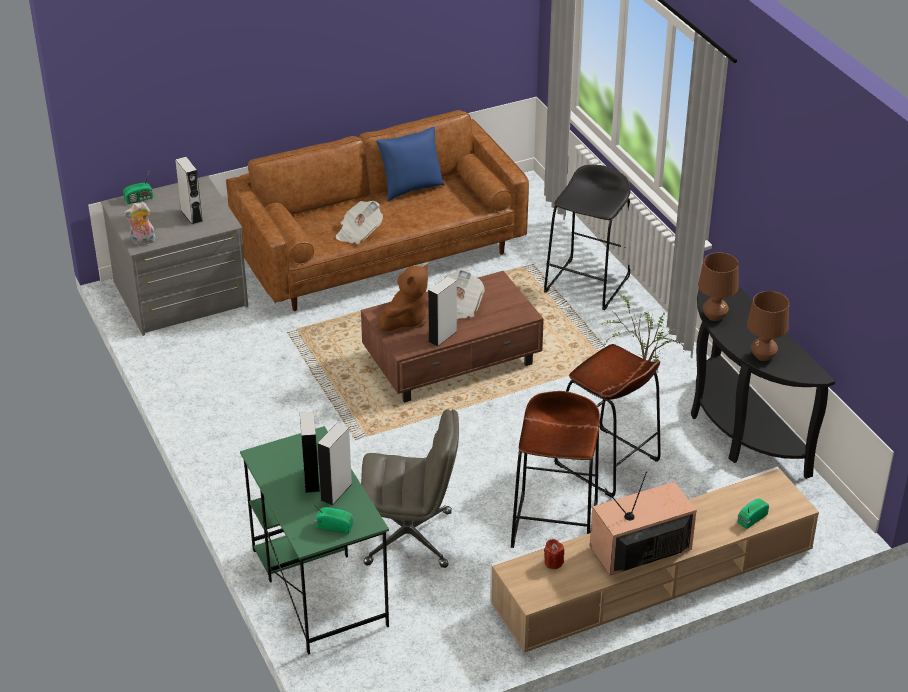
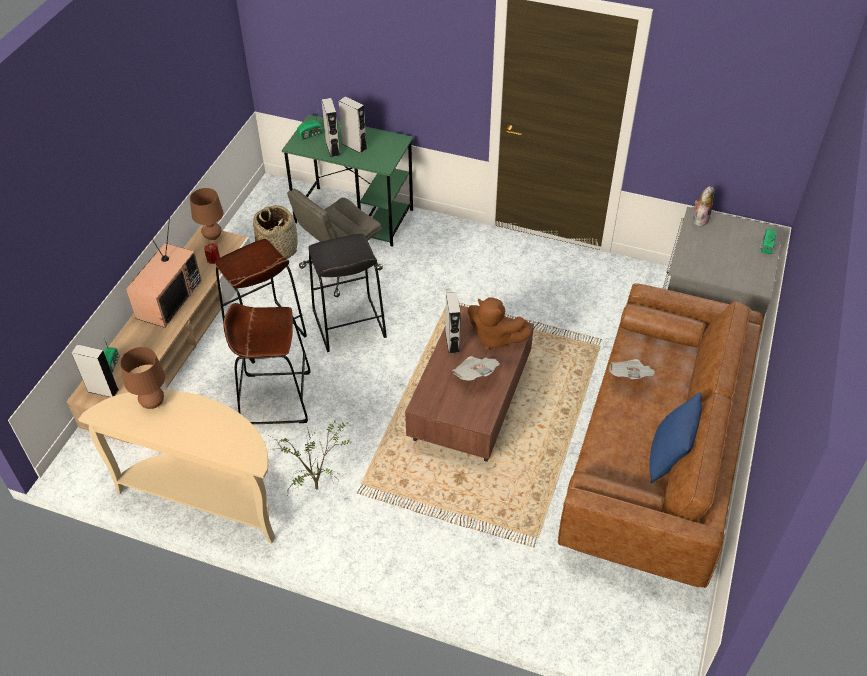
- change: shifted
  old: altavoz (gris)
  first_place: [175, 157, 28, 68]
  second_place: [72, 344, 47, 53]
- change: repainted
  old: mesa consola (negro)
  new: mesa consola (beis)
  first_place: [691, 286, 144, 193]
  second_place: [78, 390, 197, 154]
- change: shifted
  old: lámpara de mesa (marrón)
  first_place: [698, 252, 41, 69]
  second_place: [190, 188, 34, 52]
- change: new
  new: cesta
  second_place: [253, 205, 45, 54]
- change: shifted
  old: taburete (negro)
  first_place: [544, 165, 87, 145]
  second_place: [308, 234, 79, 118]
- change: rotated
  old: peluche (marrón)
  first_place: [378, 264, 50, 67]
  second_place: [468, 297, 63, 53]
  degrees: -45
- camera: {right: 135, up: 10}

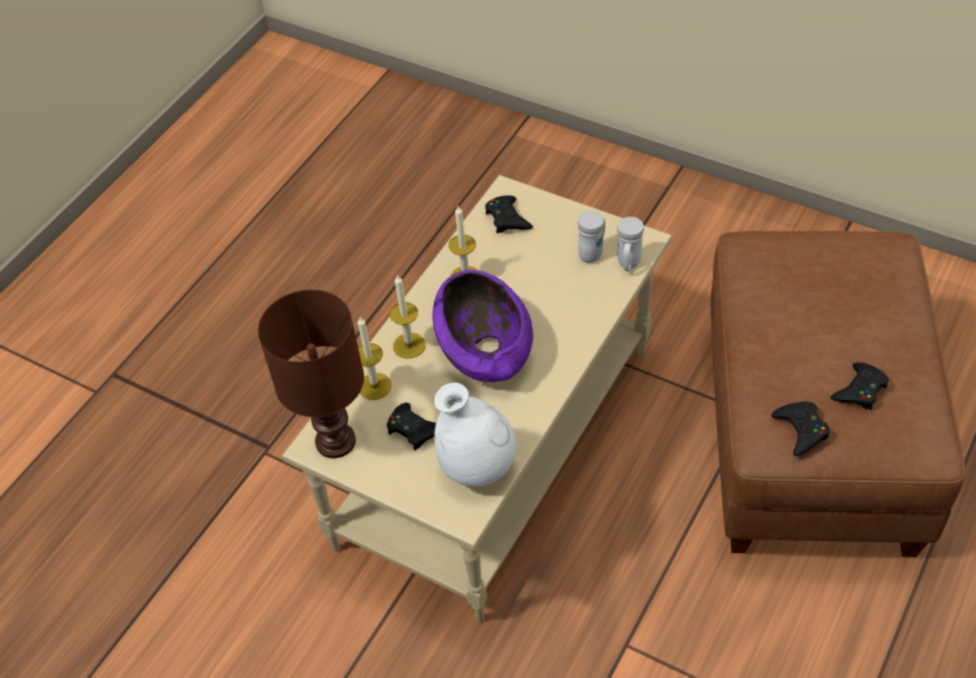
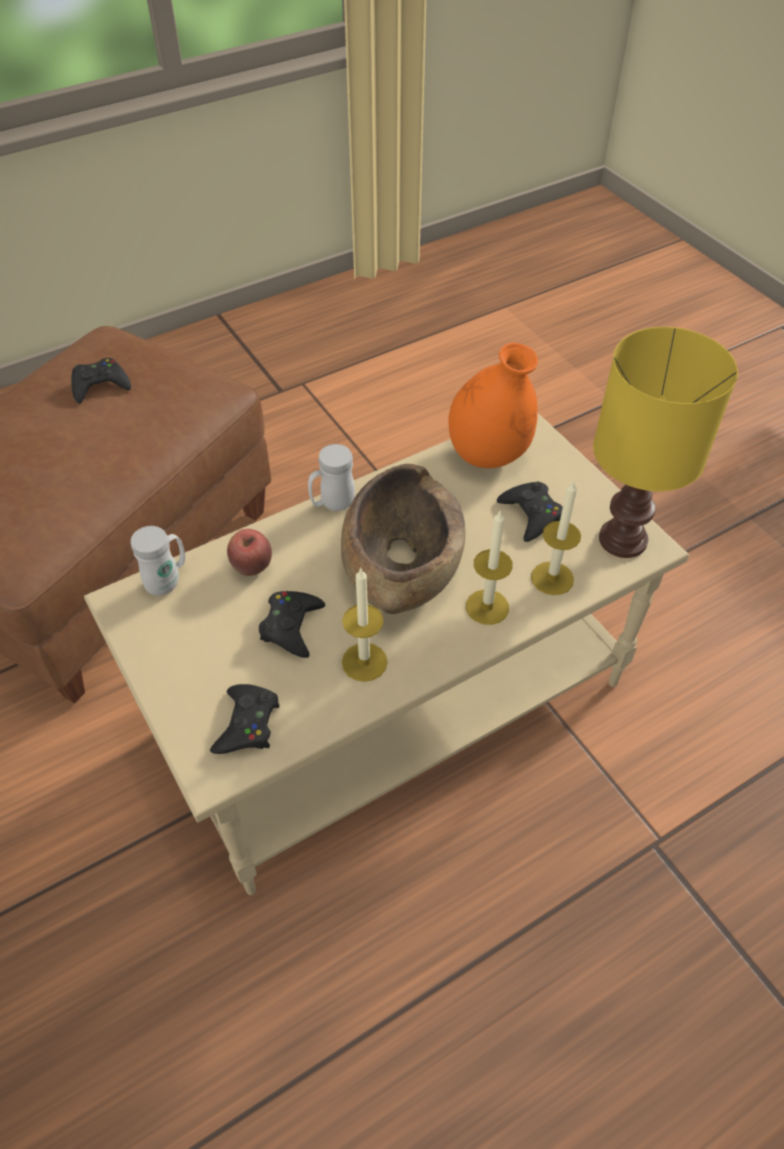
- change: new
  new: manzana
  second_place: [227, 529, 45, 47]
- change: shifted
  old: mando de consola (negro)
  first_place: [772, 402, 58, 54]
  second_place: [259, 591, 66, 67]
- change: shifted
  old: taza grande (blanco)
  first_place: [577, 211, 28, 52]
  second_place: [308, 444, 47, 67]
- change: repainted
  old: cuenco (morado)
  new: cuenco (marrón)
  first_place: [432, 270, 101, 112]
  second_place: [341, 464, 125, 150]
- change: repainted
  old: florero (blanco)
  new: florero (naranja)
  first_place: [434, 383, 82, 104]
  second_place: [449, 342, 89, 126]
- change: repainted
  old: lámpara de mesa (marrón)
  new: lámpara de mesa (amarillo)
  first_place: [258, 289, 106, 169]
  second_place: [593, 327, 145, 231]
- camera: {right: -155, up: 0}

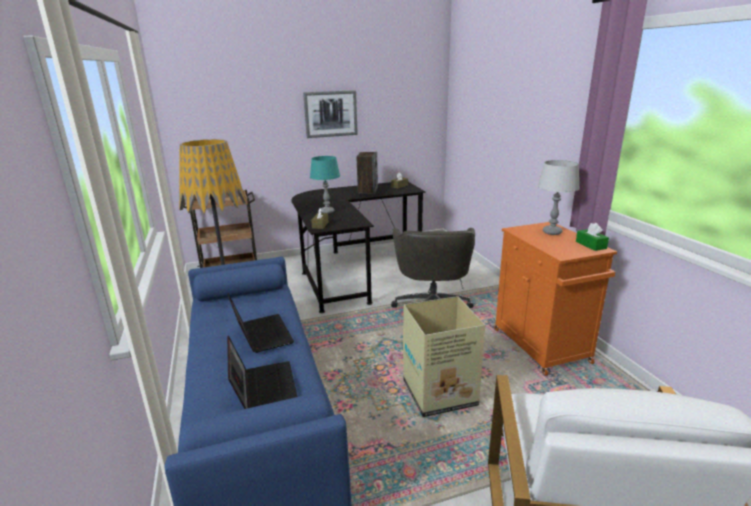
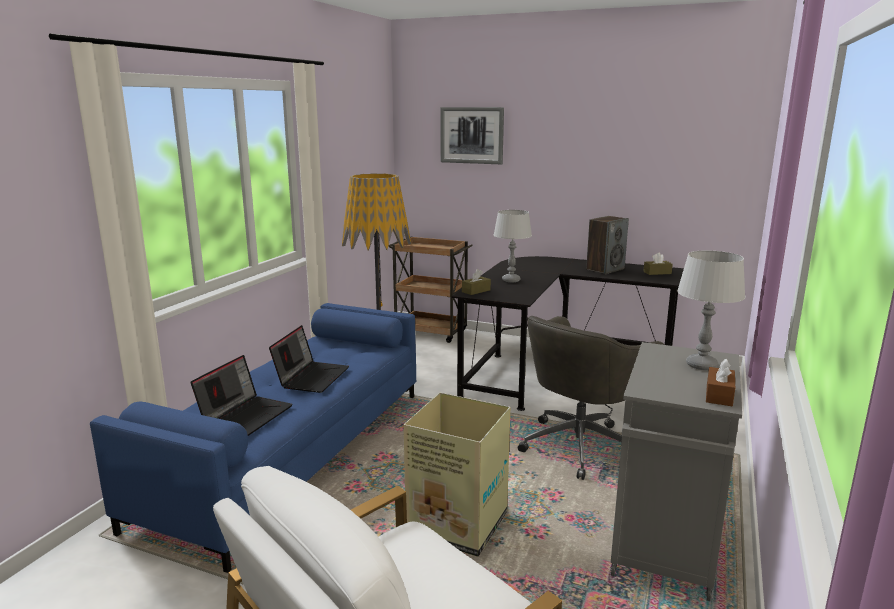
- change: shifted
  old: cuadro
  first_place: [303, 90, 55, 48]
  second_place: [440, 107, 64, 57]
- change: repainted
  old: lámpara de mesa (turquesa)
  new: lámpara de mesa (gris)
  first_place: [310, 156, 30, 58]
  second_place: [494, 210, 38, 72]
- change: repainted
  old: armario (naranja)
  new: armario (gris)
  first_place: [494, 222, 123, 154]
  second_place: [610, 342, 132, 259]
- change: repainted
  old: caja de pañuelos (verde)
  new: caja de pañuelos (marrón)
  first_place: [576, 223, 33, 28]
  second_place: [706, 359, 29, 47]
- camera: {right: 40, up: -5}

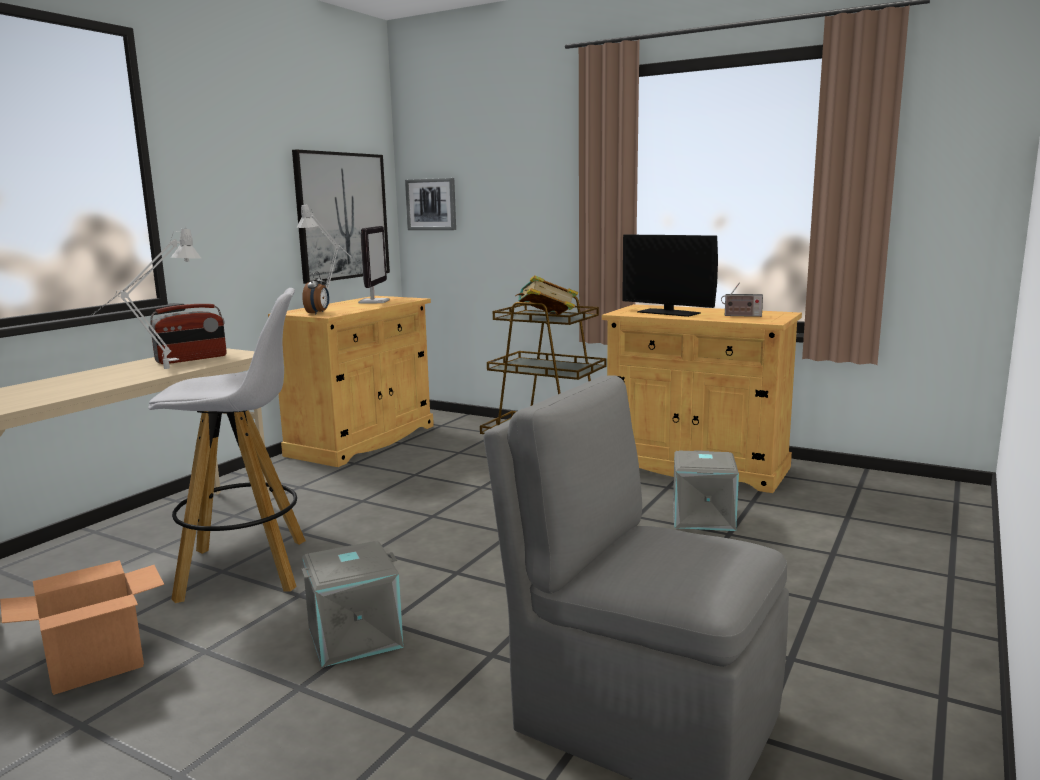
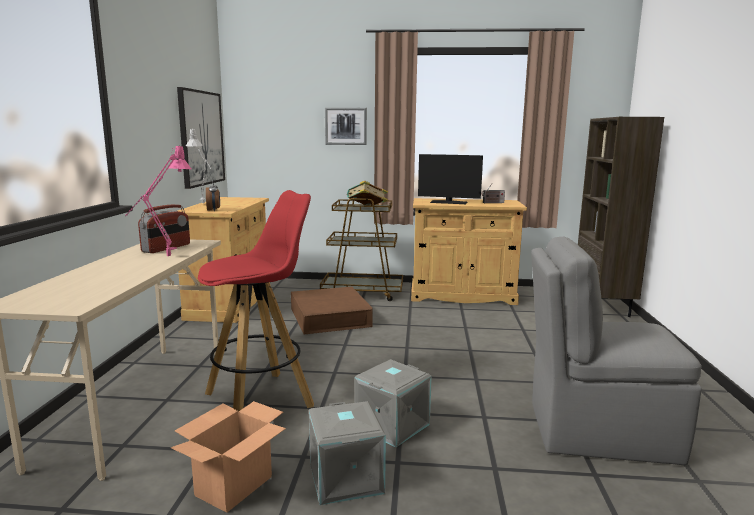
- change: repainted
  old: lámpara de mesa (gris)
  new: lámpara de mesa (rosa)
  first_place: [90, 226, 112, 143]
  second_place: [125, 146, 66, 110]
- change: repainted
  old: taburete (blanco)
  new: taburete (rojo)
  first_place: [148, 288, 158, 315]
  second_place: [198, 190, 116, 222]
- change: new
  new: caja de almacenaje (marrón)
  second_place: [291, 287, 82, 47]
- change: shifted
  old: caja de almacenaje (gris)
  first_place: [673, 450, 66, 81]
  second_place: [309, 401, 77, 104]
- change: shifted
  old: cuadro
  first_place: [405, 178, 51, 52]
  second_place: [325, 107, 42, 38]
- change: new
  new: estantería (marrón)
  second_place: [578, 117, 86, 200]
- change: gone
  old: monitor
  first_place: [358, 226, 31, 78]
- camera: {right: -25, up: 0}

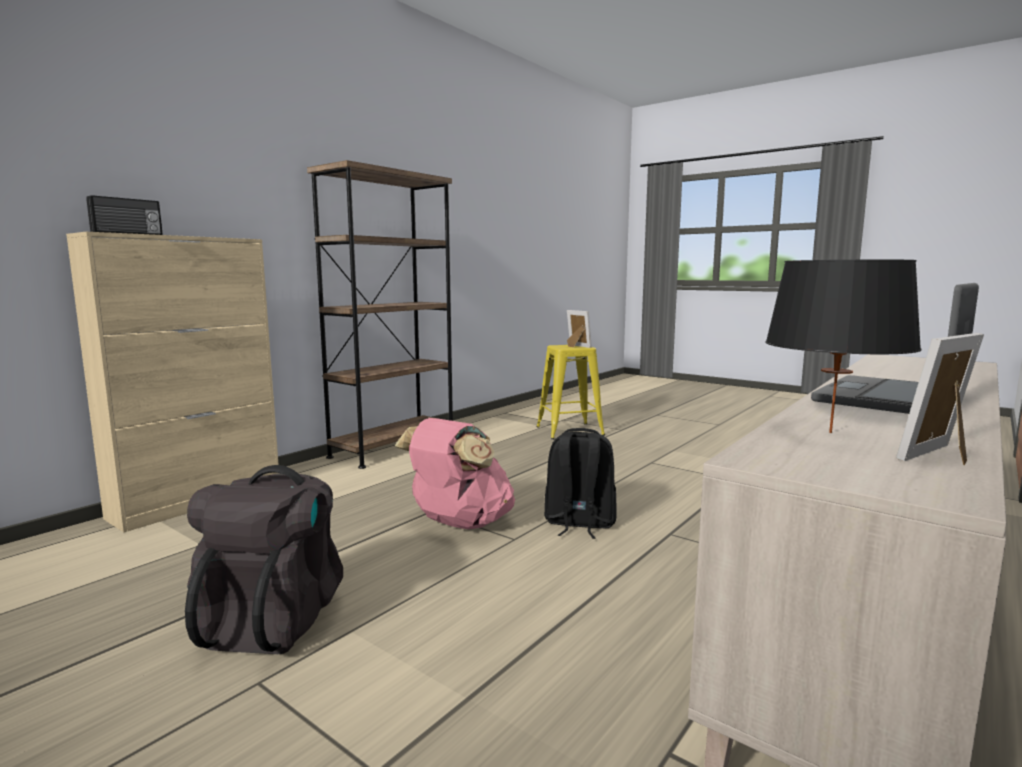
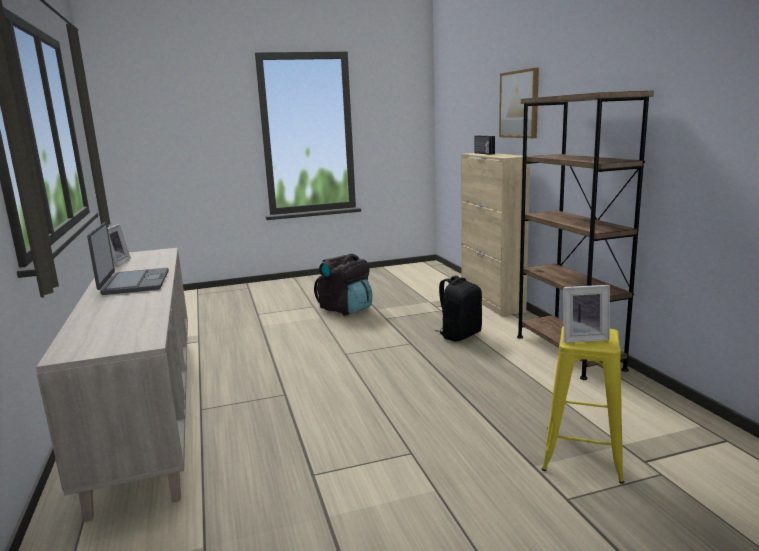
- change: shifted
  old: mochila (negro)
  first_place: [544, 428, 73, 111]
  second_place: [435, 275, 47, 66]
- change: new
  new: cuadro
  second_place: [499, 68, 40, 70]
- change: gone
  old: mochila (rosa)
  first_place: [395, 418, 120, 111]
- change: gone
  old: lámpara de mesa (negro)
  first_place: [765, 260, 157, 173]
- camera: {right: 125, up: 5}

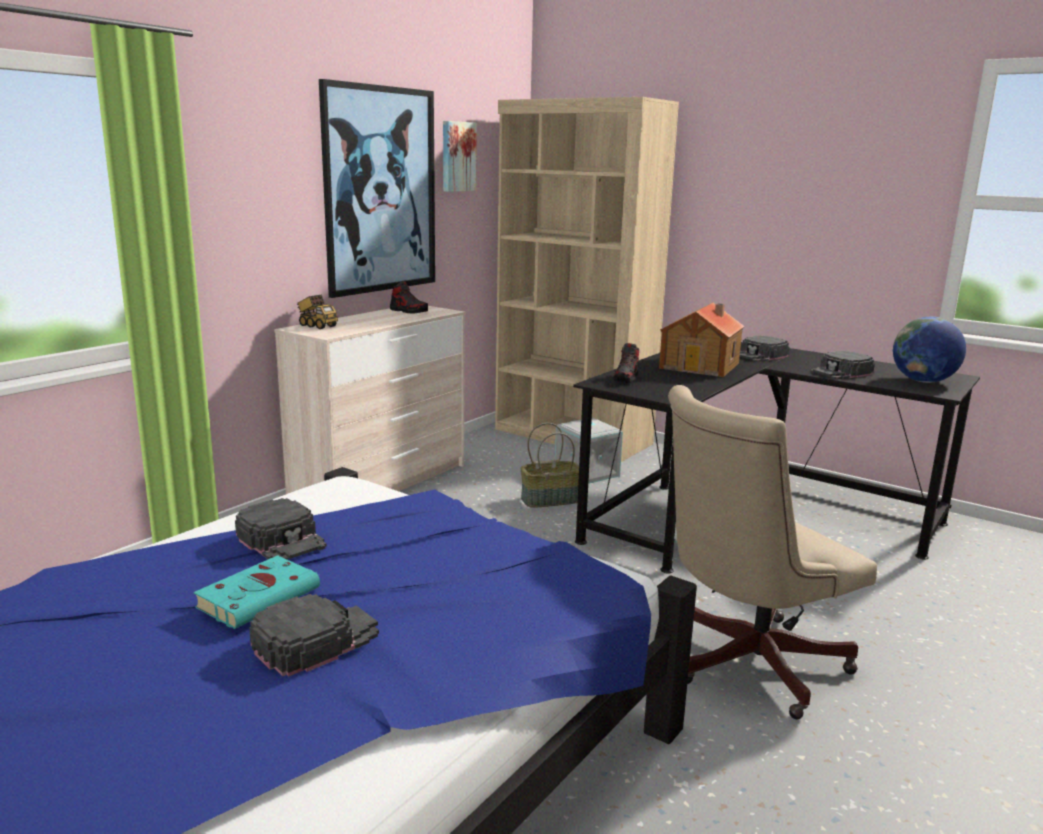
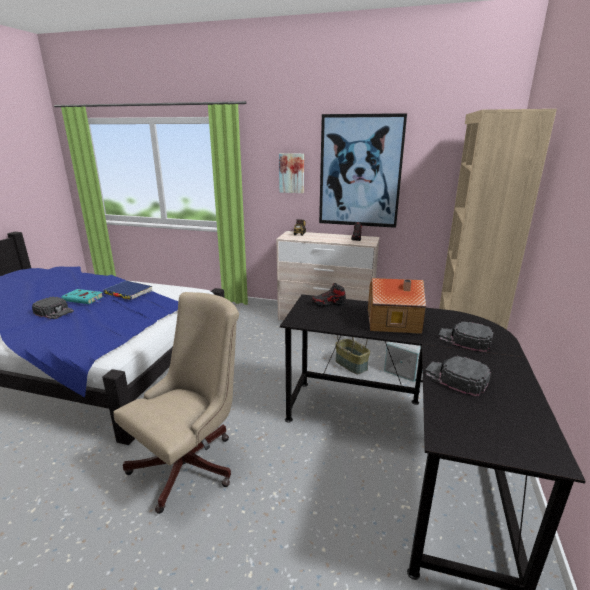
- change: swapped
  old: gorra (negro)
  new: libro (azul)
  first_place: [235, 498, 92, 62]
  second_place: [103, 281, 49, 19]
- change: rotated
  old: silla de oficina (beis)
  first_place: [668, 385, 209, 334]
  second_place: [113, 292, 126, 222]
  degrees: 90
- change: shifted
  old: cuadro
  first_place: [443, 121, 34, 71]
  second_place: [279, 153, 25, 40]
- change: gone
  old: globo terráqueo
  first_place: [893, 317, 73, 66]
- camera: {right: 70, up: 5}

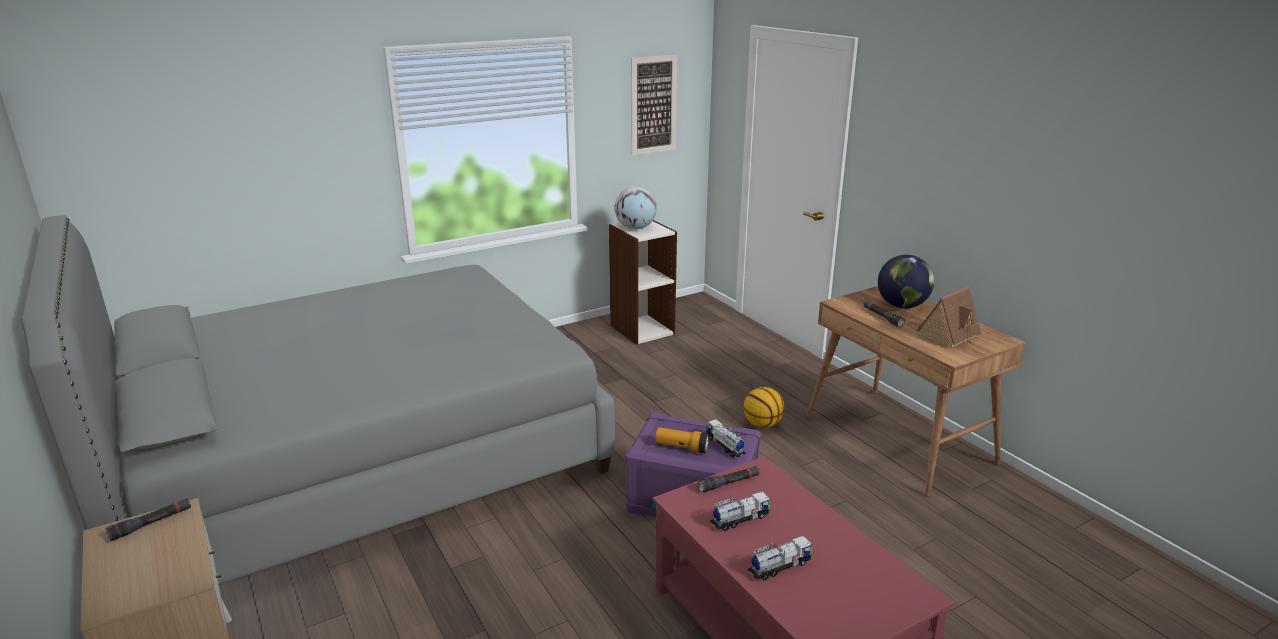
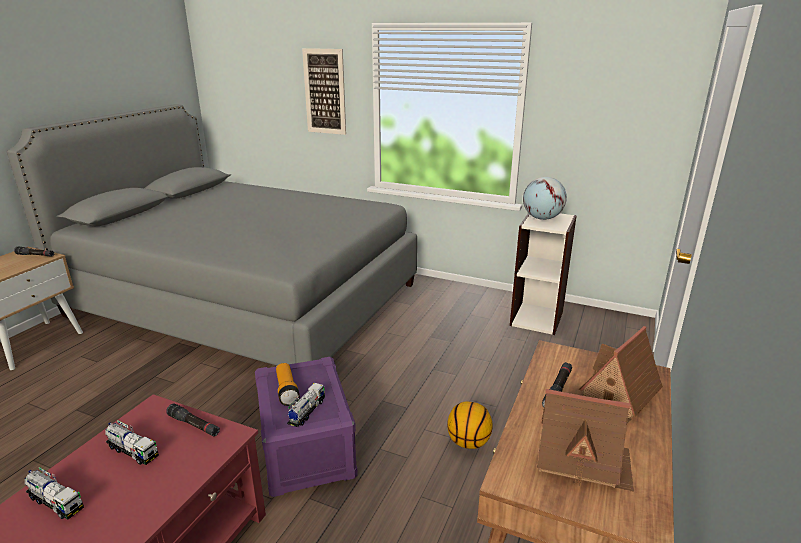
- change: shifted
  old: cuadro
  first_place: [631, 55, 46, 100]
  second_place: [302, 48, 44, 87]
- change: swapped
  old: globo terráqueo
  new: casita
  first_place: [878, 255, 56, 53]
  second_place: [579, 326, 84, 98]
- camera: {right: 55, up: 0}

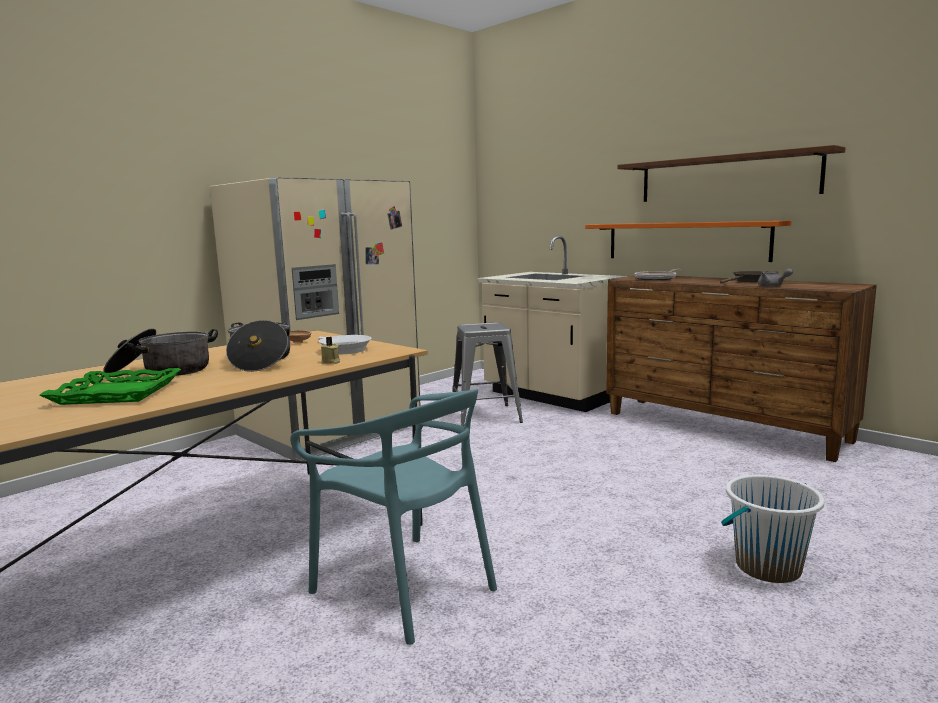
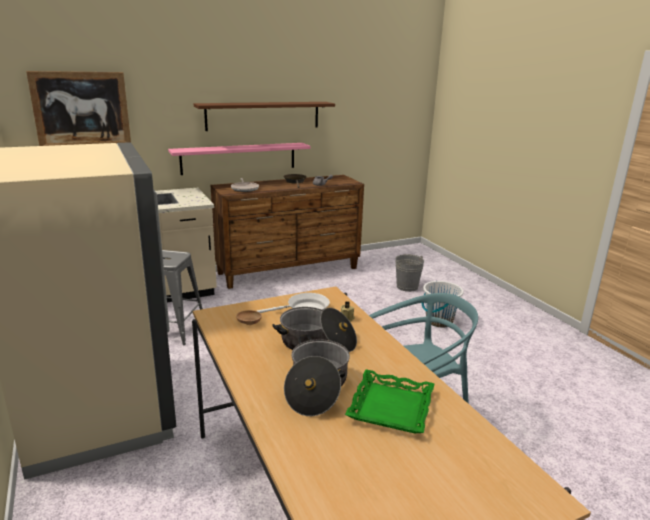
- change: new
  new: cuadro
  second_place: [26, 71, 105, 75]
- change: repainted
  old: estante (naranja)
  new: estante (rosa)
  first_place: [585, 221, 206, 41]
  second_place: [168, 143, 142, 32]
- change: new
  new: cubo (gris)
  second_place: [395, 254, 29, 38]
- camera: {right: -70, up: 10}

